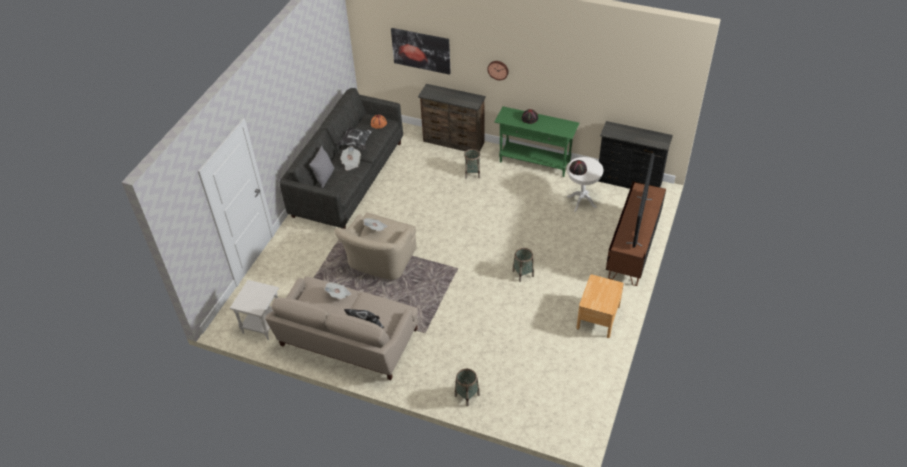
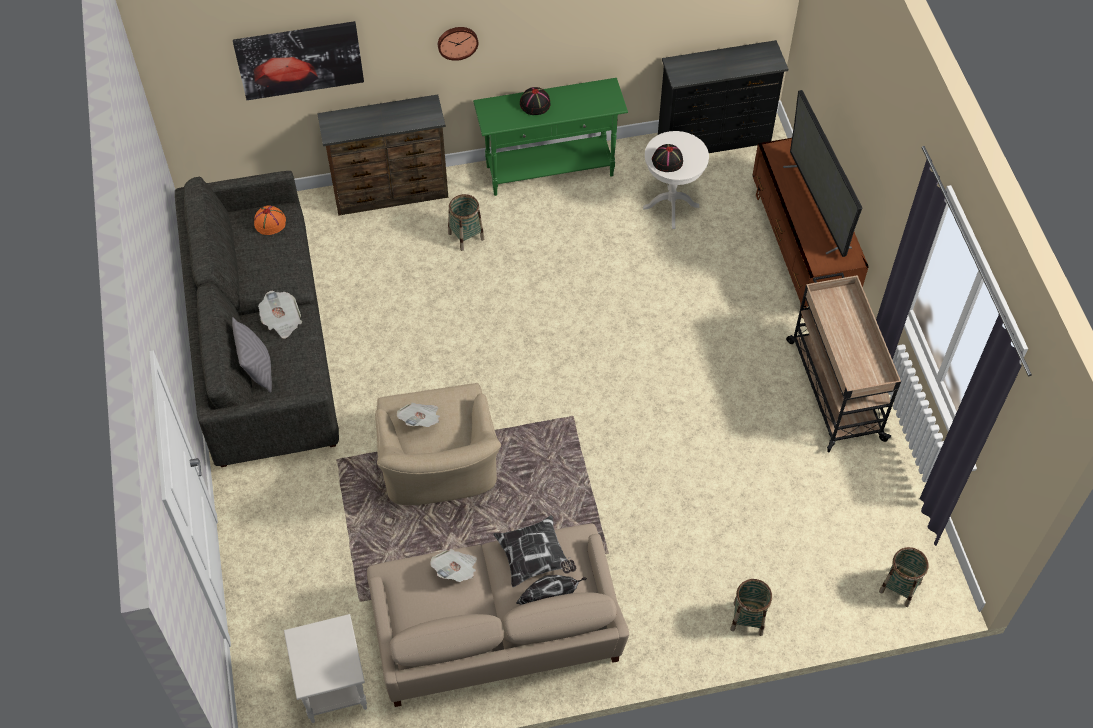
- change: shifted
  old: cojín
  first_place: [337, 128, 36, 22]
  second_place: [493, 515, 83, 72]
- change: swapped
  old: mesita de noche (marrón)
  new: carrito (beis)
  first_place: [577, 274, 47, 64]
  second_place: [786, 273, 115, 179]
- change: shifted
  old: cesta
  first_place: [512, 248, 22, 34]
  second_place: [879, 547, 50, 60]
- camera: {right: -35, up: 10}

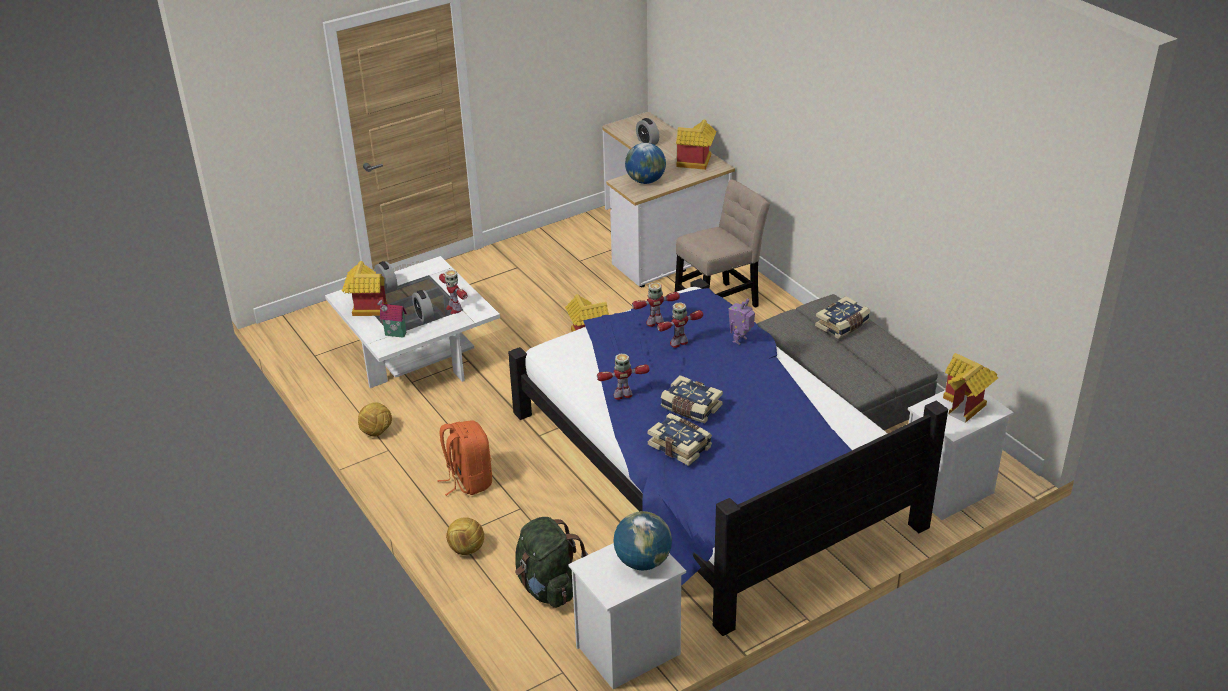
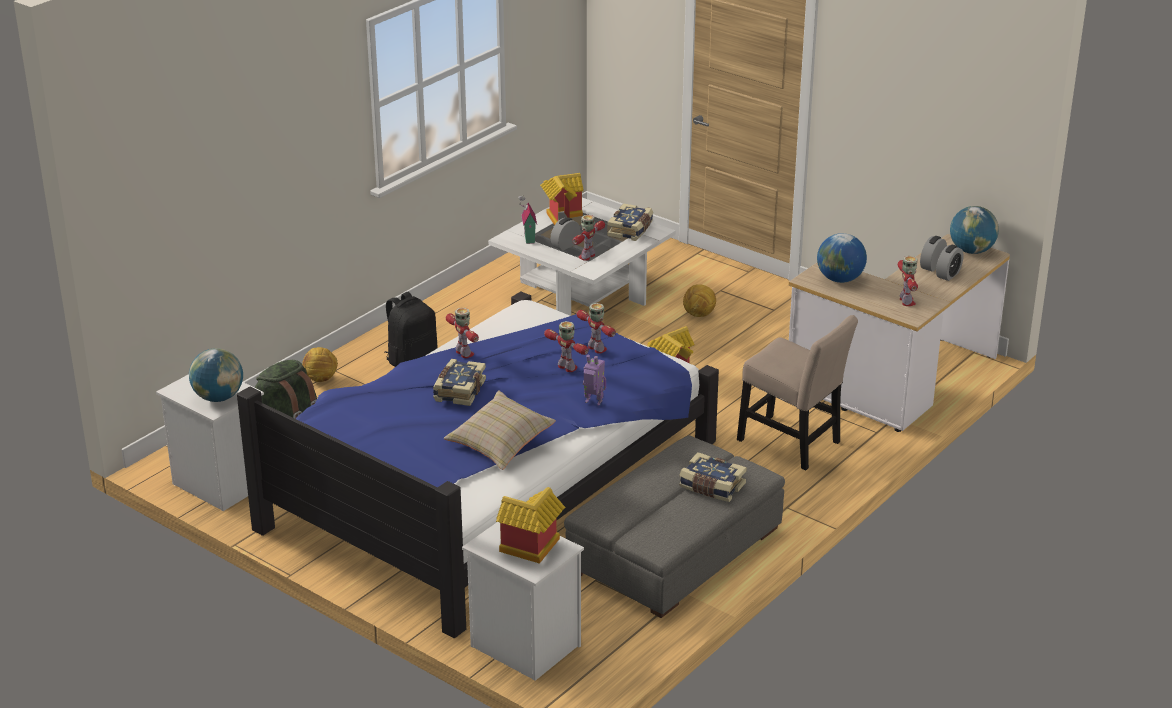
- change: repainted
  old: mochila (naranja)
  new: mochila (negro)
  first_place: [438, 420, 54, 76]
  second_place: [385, 292, 52, 75]
- change: new
  new: cojín (beis)
  second_place: [444, 390, 112, 80]
- change: shifted
  old: libro
  first_place: [647, 413, 65, 53]
  second_place: [607, 203, 46, 38]
- change: shifted
  old: balón de fútbol
  first_place: [358, 402, 34, 34]
  second_place: [683, 284, 33, 33]
- change: swapped
  old: casita
  new: robot de juguete
  first_place: [676, 119, 41, 51]
  second_place: [898, 256, 20, 50]
- change: shifted
  old: despertador
  first_place: [374, 261, 24, 32]
  second_place: [936, 245, 28, 36]
- change: new
  new: globo terráqueo
  second_place: [950, 206, 49, 48]
- camera: {right: 70, up: -5}

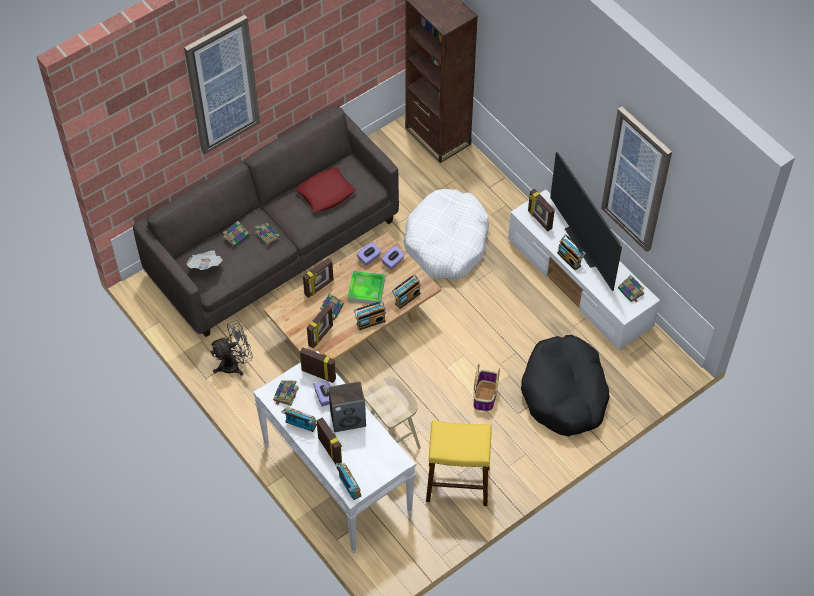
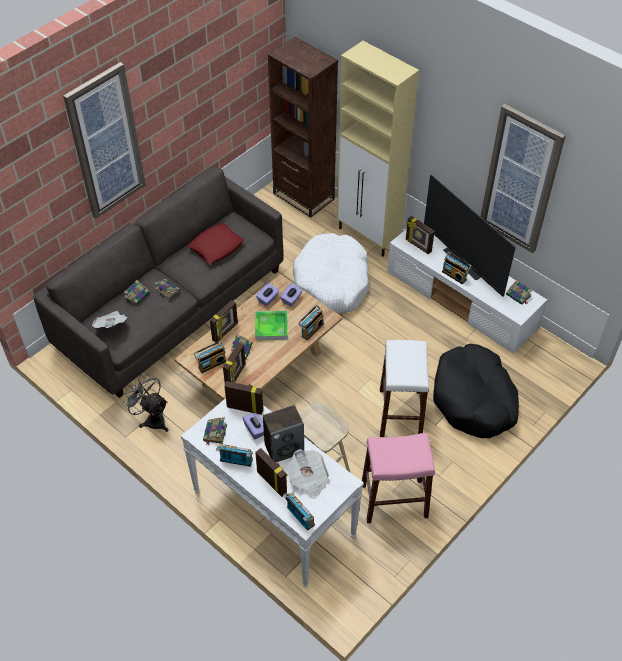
- change: rotated
  old: ventilador (gris)
  first_place: [210, 320, 43, 55]
  second_place: [122, 374, 46, 58]
  degrees: -105
- change: shifted
  old: radio
  first_place: [354, 301, 32, 29]
  second_place: [194, 341, 32, 32]
- change: new
  new: periódico
  second_place: [287, 449, 43, 50]
- change: new
  new: armario (beis)
  second_place: [336, 41, 83, 216]
- change: repainted
  old: taburete (amarillo)
  new: taburete (rosa)
  first_place: [426, 420, 65, 86]
  second_place: [362, 433, 73, 91]
- change: swapped
  old: cesta
  new: taburete (blanco)
  first_place: [474, 364, 26, 47]
  second_place: [380, 340, 49, 97]
- camera: {right: -10, up: -5}

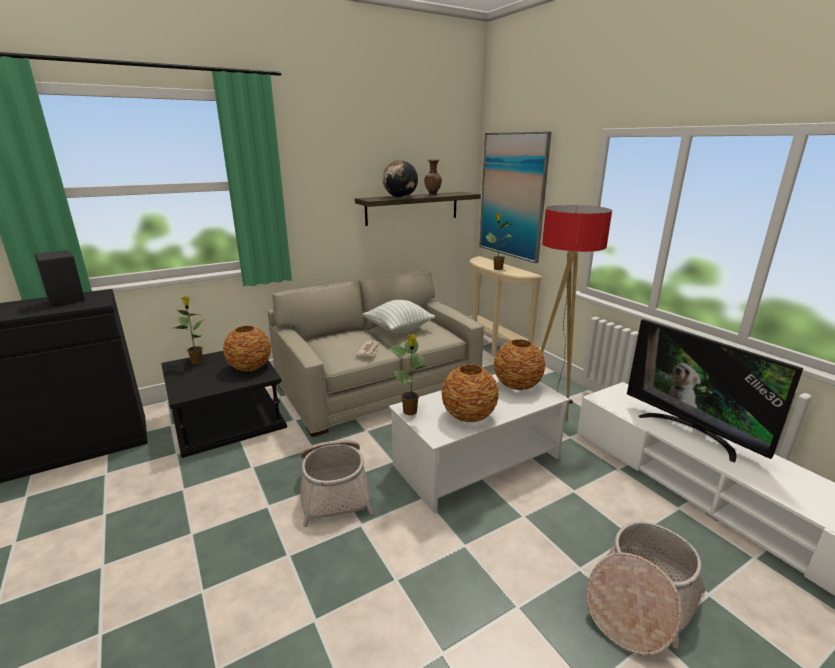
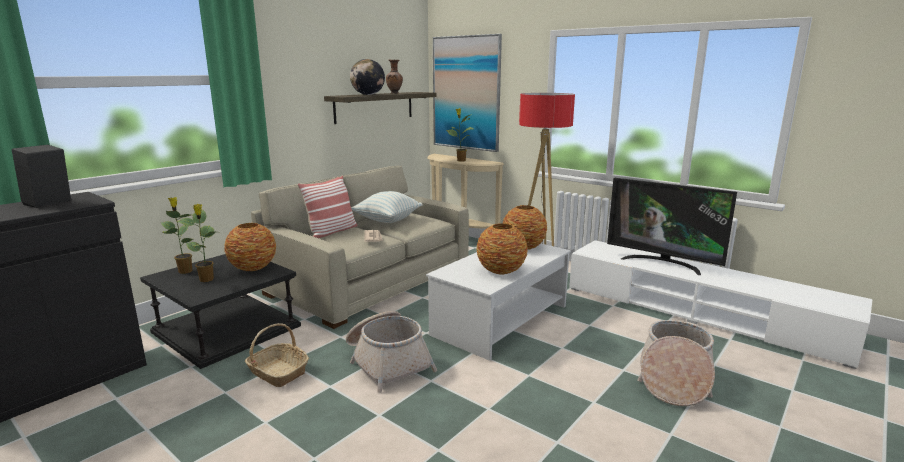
- change: shifted
  old: planta en maceta
  first_place: [388, 334, 42, 81]
  second_place: [176, 204, 40, 78]
- change: new
  new: cesta
  second_place: [245, 323, 64, 64]
- change: new
  new: cojín
  second_place: [297, 176, 60, 62]
- camera: {right: -20, up: -5}

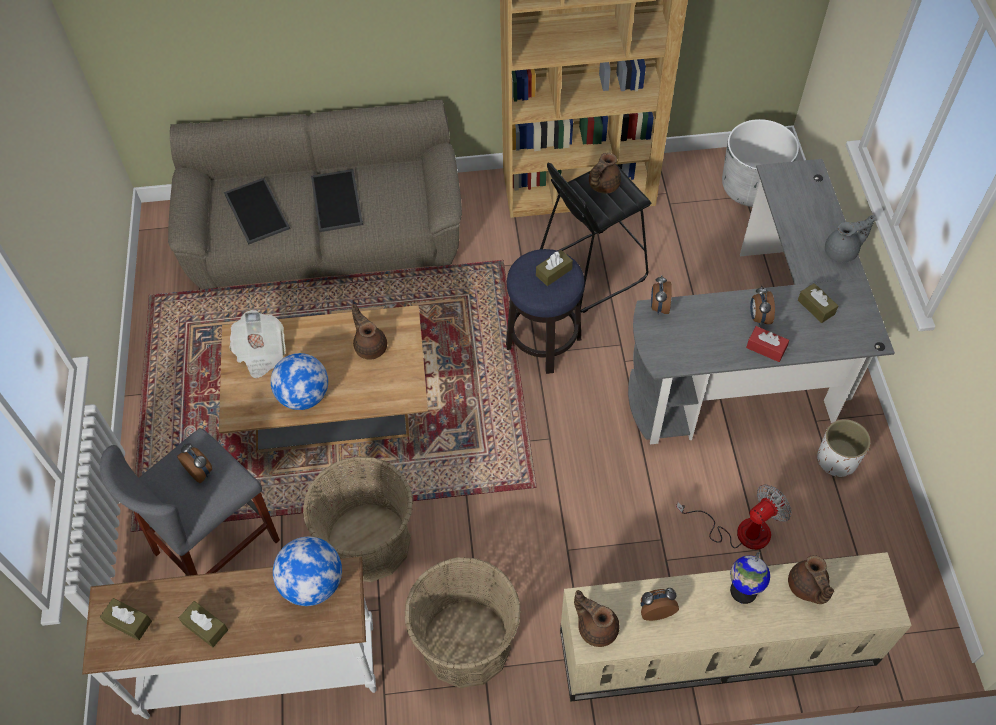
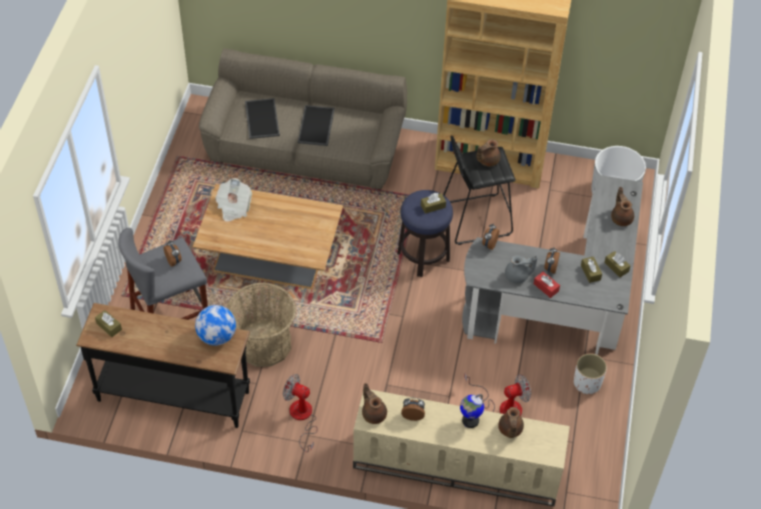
- change: repainted
  old: mesa consola (blanco)
  new: mesa consola (negro)
  first_place: [82, 557, 294, 162]
  second_place: [76, 303, 174, 125]
- change: swapped
  old: cesta
  new: ventilador
  first_place: [404, 557, 117, 131]
  second_place: [283, 374, 35, 78]
- change: shifted
  old: tetera (gris)
  first_place: [825, 215, 50, 47]
  second_place: [505, 255, 32, 29]
- change: shifted
  old: caja de pañuelos (marrón)
  first_place: [178, 601, 50, 47]
  second_place: [604, 251, 26, 26]
- change: shifted
  old: tetera (marrón)
  first_place: [352, 304, 35, 56]
  second_place: [611, 187, 23, 39]
- change: gone
  old: globo terráqueo
  first_place: [271, 353, 57, 57]
- camera: {right: 15, up: -5}

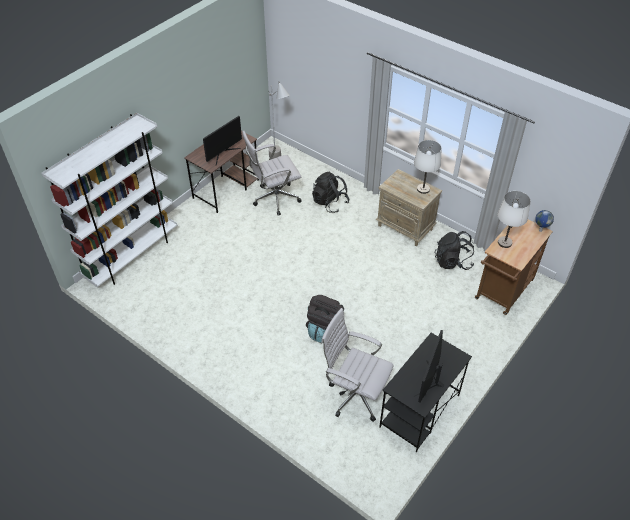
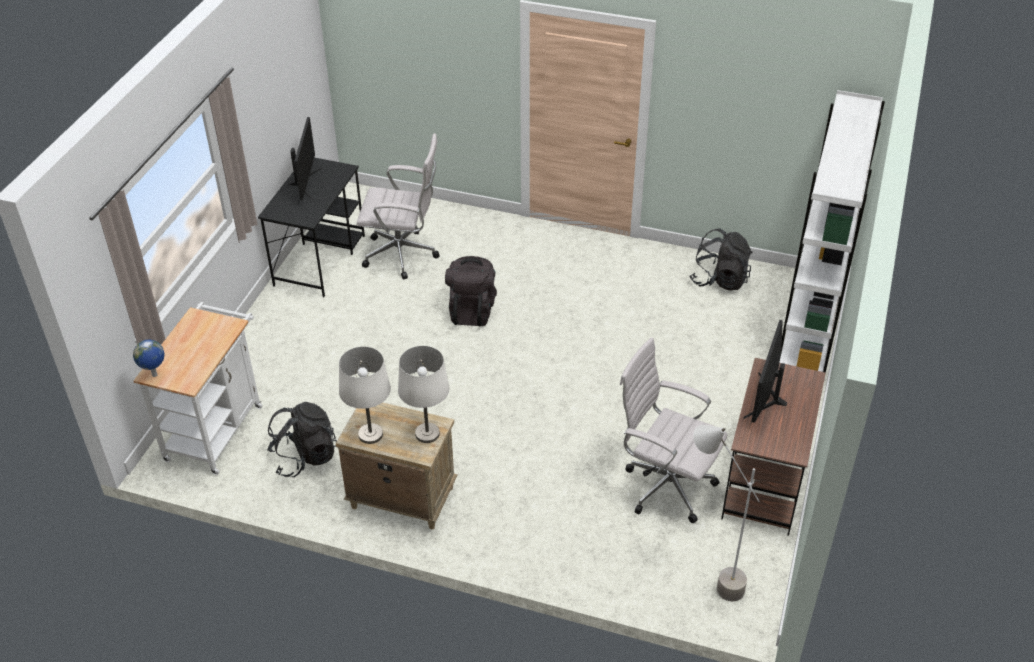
- change: repainted
  old: carrito (marrón)
  new: carrito (blanco)
  first_place: [475, 219, 78, 96]
  second_place: [133, 302, 129, 173]
- change: shifted
  old: lámpara de mesa (blanco)
  first_place: [497, 191, 34, 57]
  second_place: [398, 346, 52, 97]
- change: rotated
  old: silla de oficina (blanco)
  first_place: [242, 131, 60, 85]
  second_place: [620, 338, 107, 185]
  degrees: -105
- change: shifted
  old: mochila (negro)
  first_place: [312, 172, 37, 41]
  second_place: [689, 228, 63, 63]
- camera: {right: 160, up: -5}

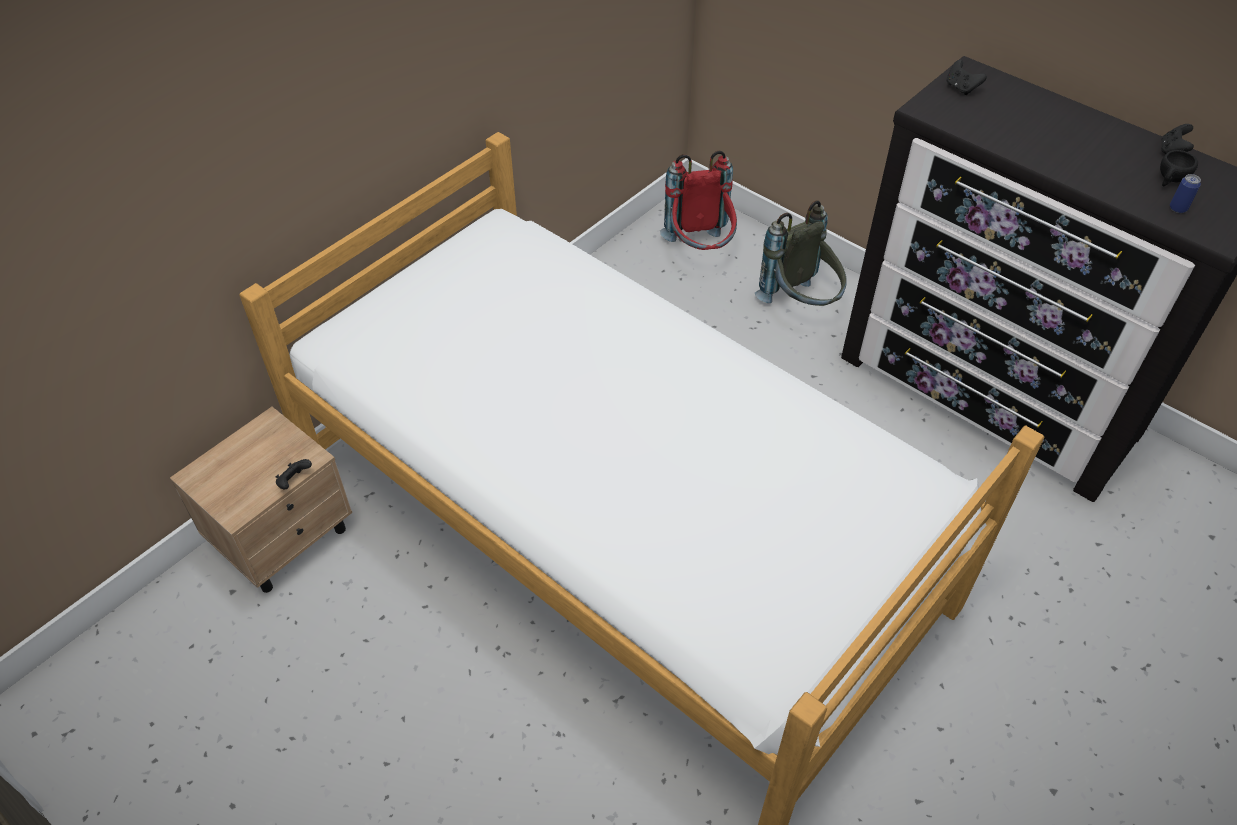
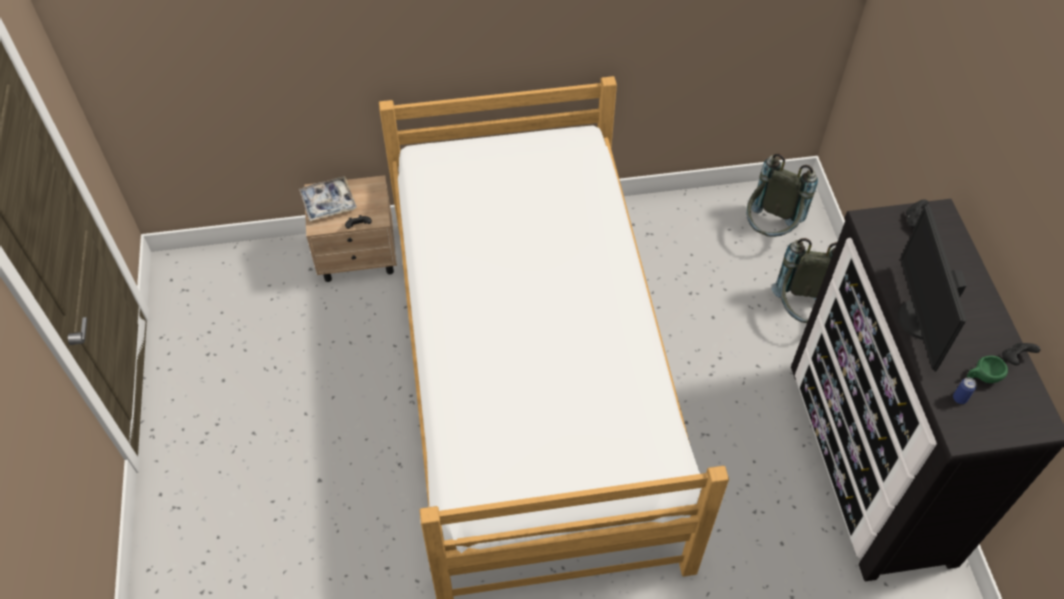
- change: new
  new: bandeja
  second_place: [299, 176, 58, 45]
- change: repainted
  old: mochila (rojo)
  new: mochila (gris)
  first_place: [660, 151, 77, 99]
  second_place: [746, 153, 72, 84]
- change: new
  new: monitor
  second_place: [897, 204, 70, 167]
- change: repainted
  old: taza (negro)
  new: taza (verde)
  first_place: [1160, 150, 38, 36]
  second_place: [967, 356, 41, 27]
- camera: {right: 40, up: 5}

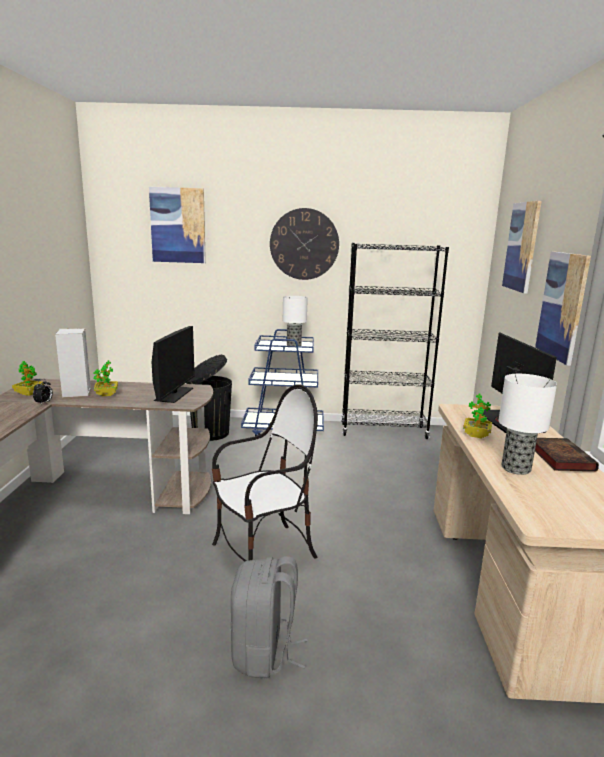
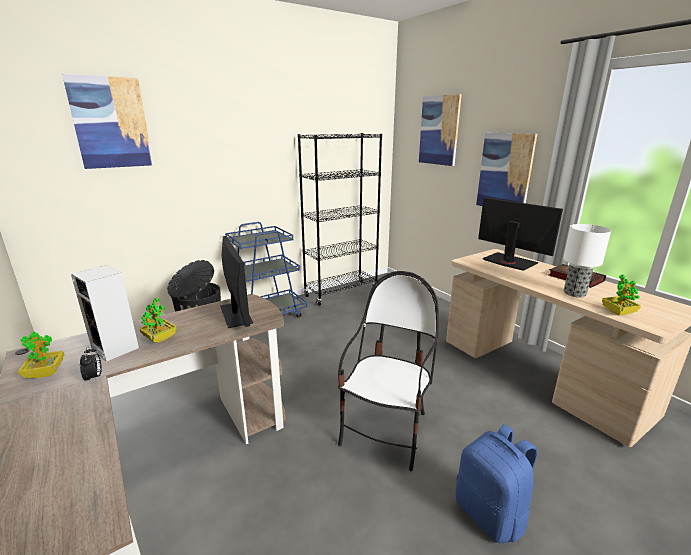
- change: repainted
  old: mochila (gris)
  new: mochila (azul)
  first_place: [230, 556, 77, 122]
  second_place: [456, 424, 82, 119]
- change: shifted
  old: planta en maceta
  first_place: [463, 393, 29, 45]
  second_place: [602, 274, 39, 42]
- change: gone
  old: reloj de pared
  first_place: [270, 208, 69, 72]
- change: gone
  old: lámpara de mesa
  first_place: [283, 296, 25, 50]
- camera: {right: -35, up: 5}

